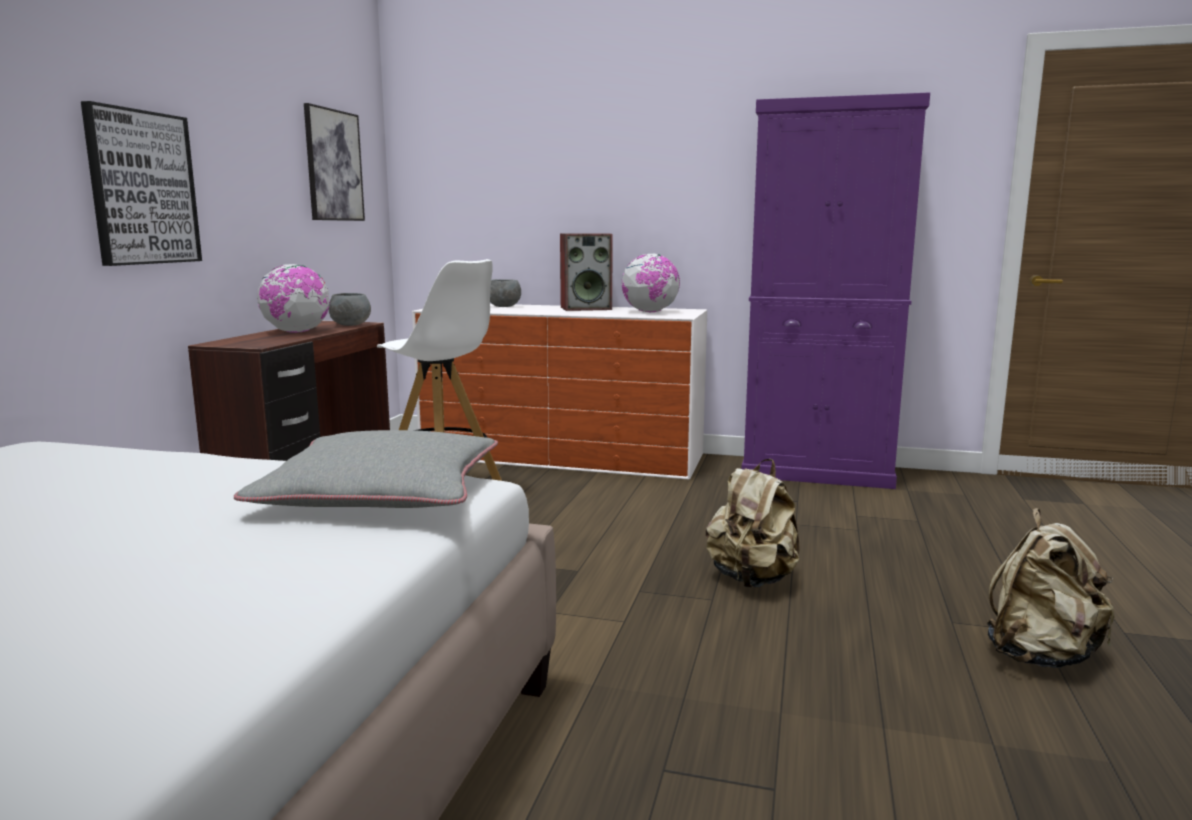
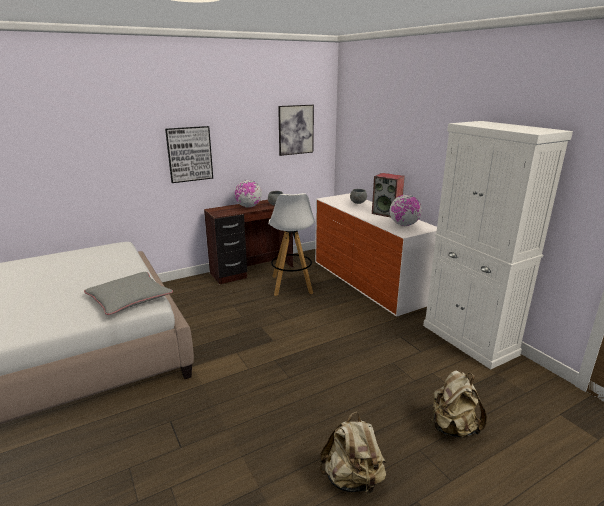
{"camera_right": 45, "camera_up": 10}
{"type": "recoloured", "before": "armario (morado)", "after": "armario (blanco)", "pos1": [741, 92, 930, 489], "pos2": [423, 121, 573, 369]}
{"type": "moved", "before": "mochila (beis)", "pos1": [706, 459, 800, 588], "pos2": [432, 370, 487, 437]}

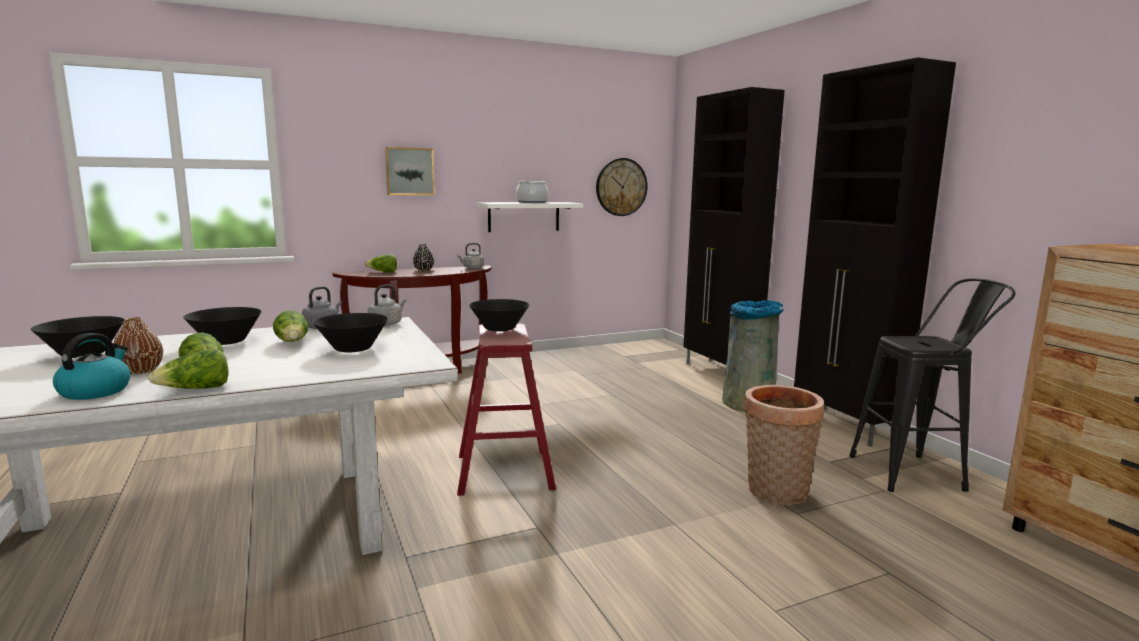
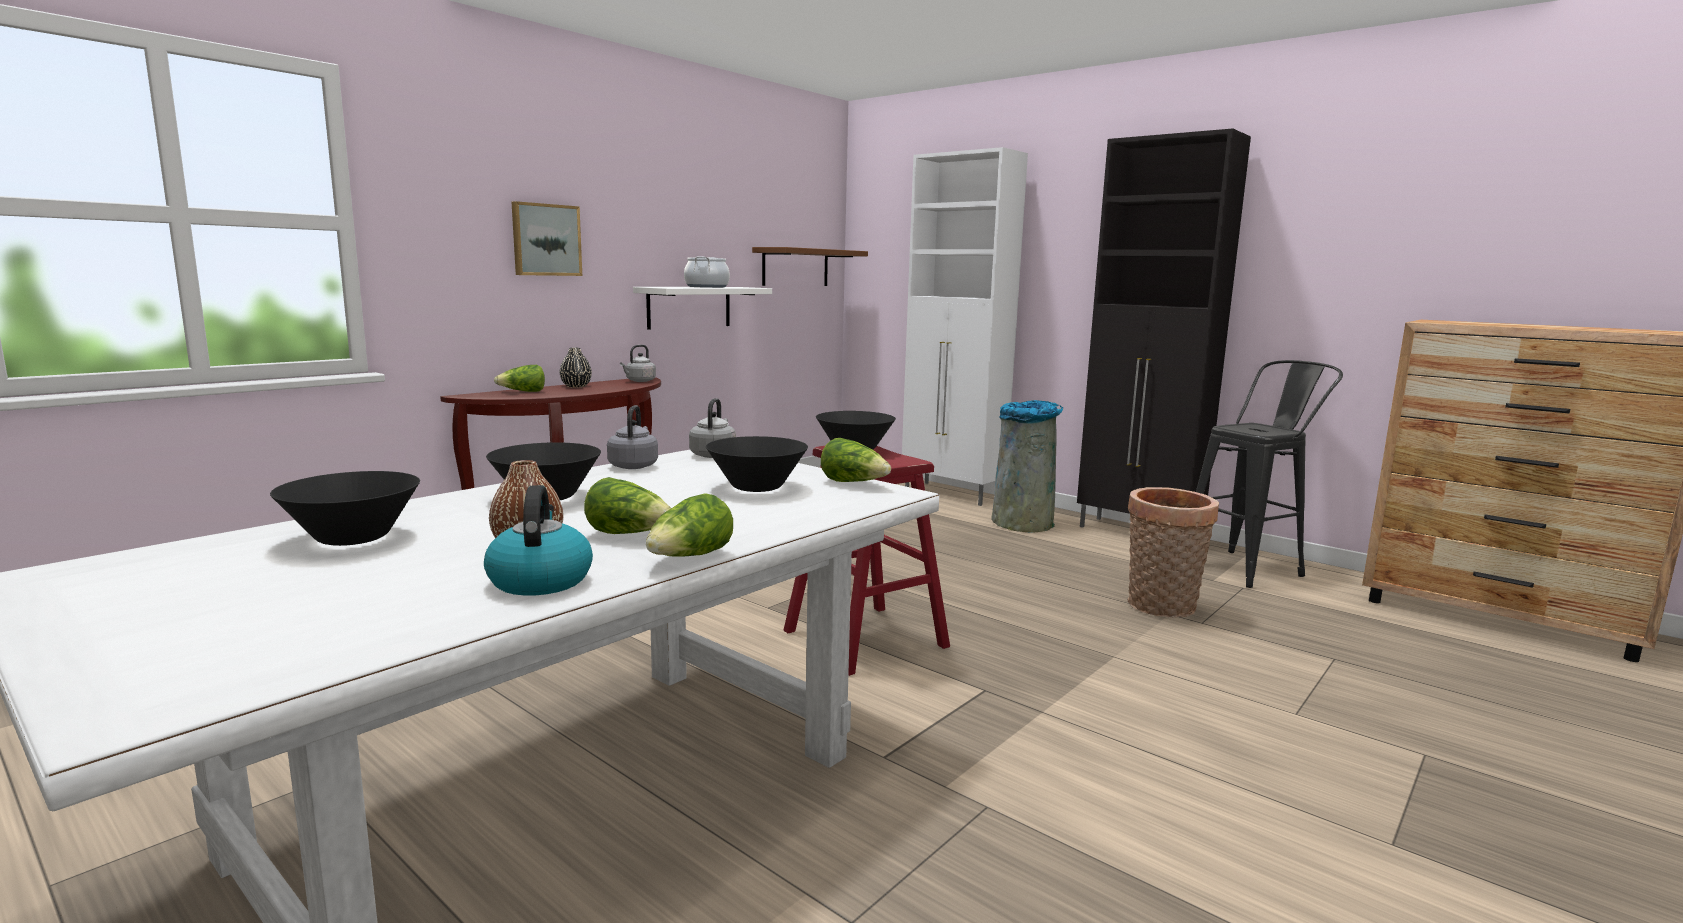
{"camera_right": -25, "camera_up": 0}
{"type": "recoloured", "before": "armario (negro)", "after": "armario (blanco)", "pos1": [683, 87, 785, 365], "pos2": [902, 147, 1028, 506]}
{"type": "replaced", "before": "reloj de pared", "after": "estante (marrón)", "pos1": [596, 158, 648, 216], "pos2": [752, 247, 868, 286]}
{"type": "moved", "before": "lechuga", "pos1": [273, 310, 308, 342], "pos2": [821, 438, 891, 482]}

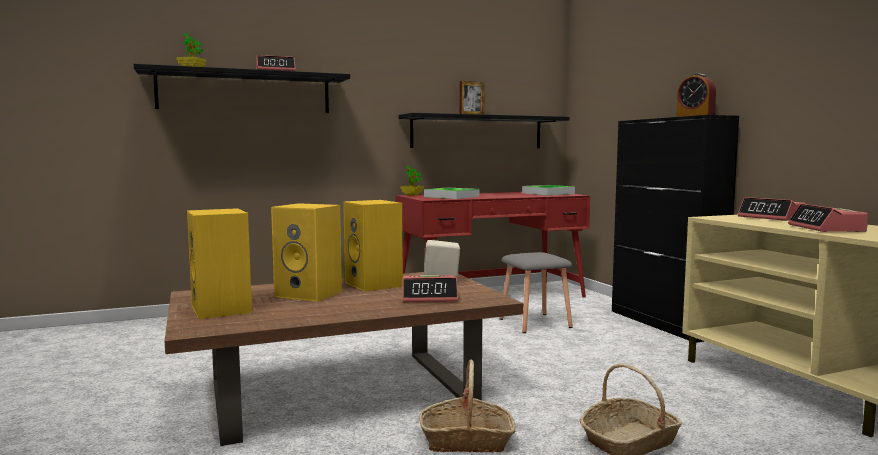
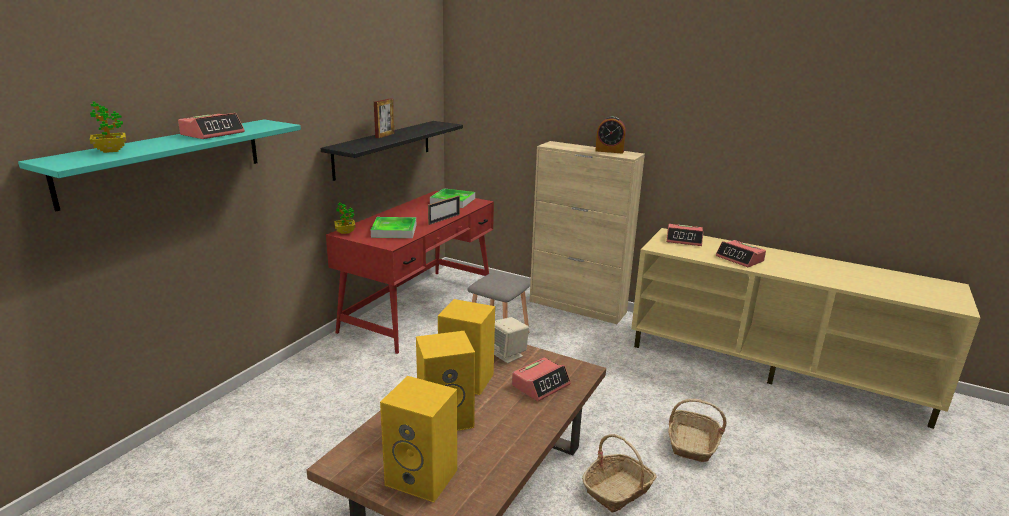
{"camera_right": -40, "camera_up": 15}
{"type": "recoloured", "before": "estante (negro)", "after": "estante (turquesa)", "pos1": [134, 64, 350, 113], "pos2": [18, 120, 301, 211]}
{"type": "recoloured", "before": "armario (negro)", "after": "armario (beis)", "pos1": [612, 115, 739, 343], "pos2": [530, 141, 645, 324]}
{"type": "added", "after": "portarretratos", "pos2": [428, 196, 460, 225]}

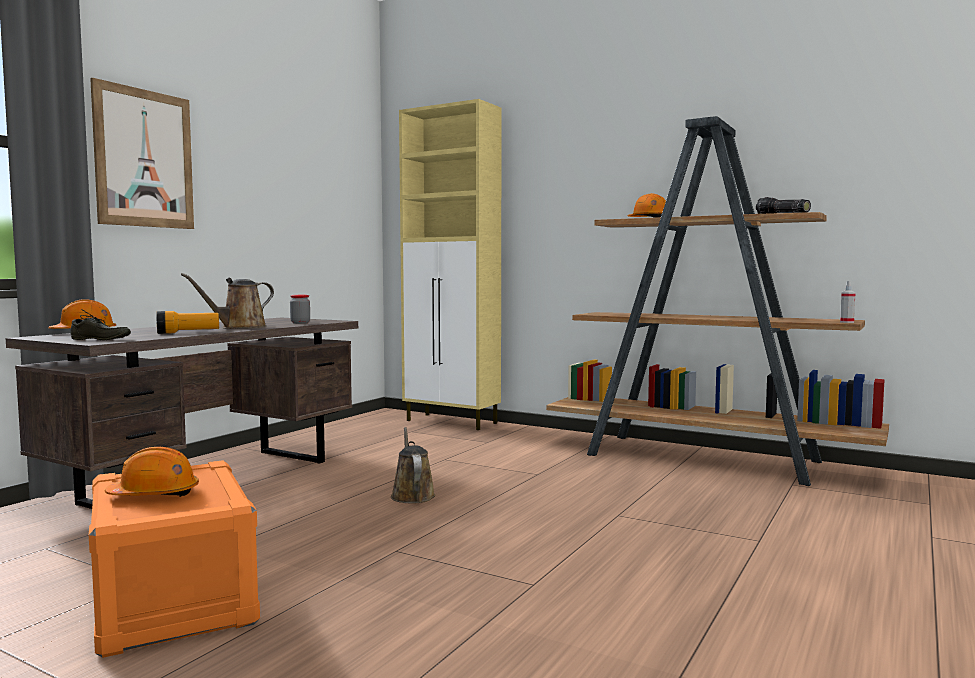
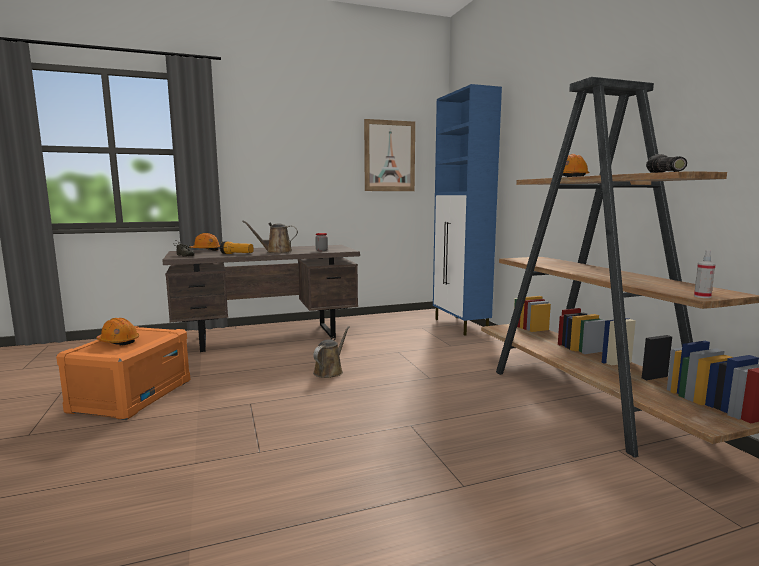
{"camera_right": 40, "camera_up": 5}
{"type": "moved", "before": "cuadro", "pos1": [90, 78, 194, 229], "pos2": [364, 119, 415, 191]}
{"type": "recoloured", "before": "armario (beis)", "after": "armario (azul)", "pos1": [399, 99, 502, 430], "pos2": [433, 84, 502, 336]}

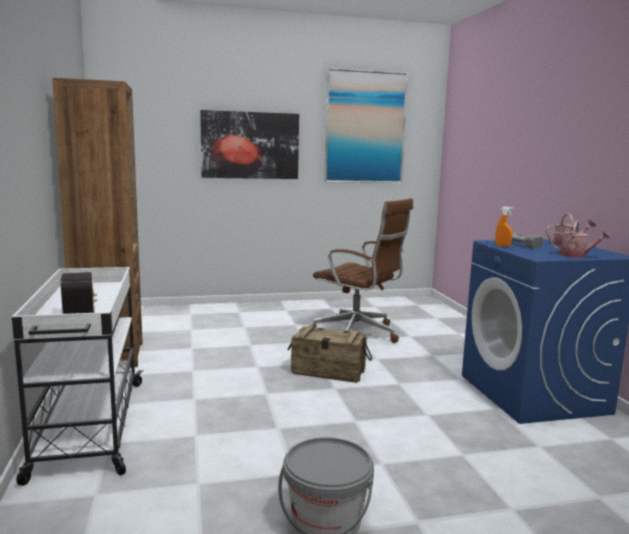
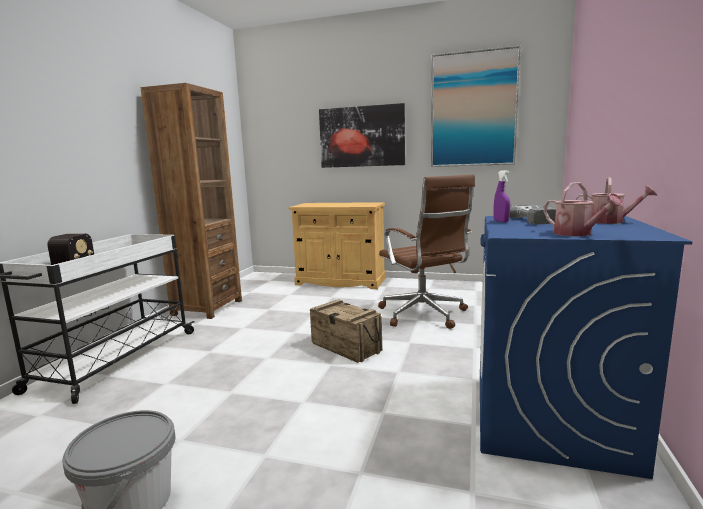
{"camera_right": 30, "camera_up": 0}
{"type": "recoloured", "before": "pulverizador (naranja)", "after": "pulverizador (morado)", "pos1": [495, 207, 513, 247], "pos2": [493, 170, 510, 222]}
{"type": "added", "after": "armario (beis)", "pos2": [288, 202, 386, 289]}

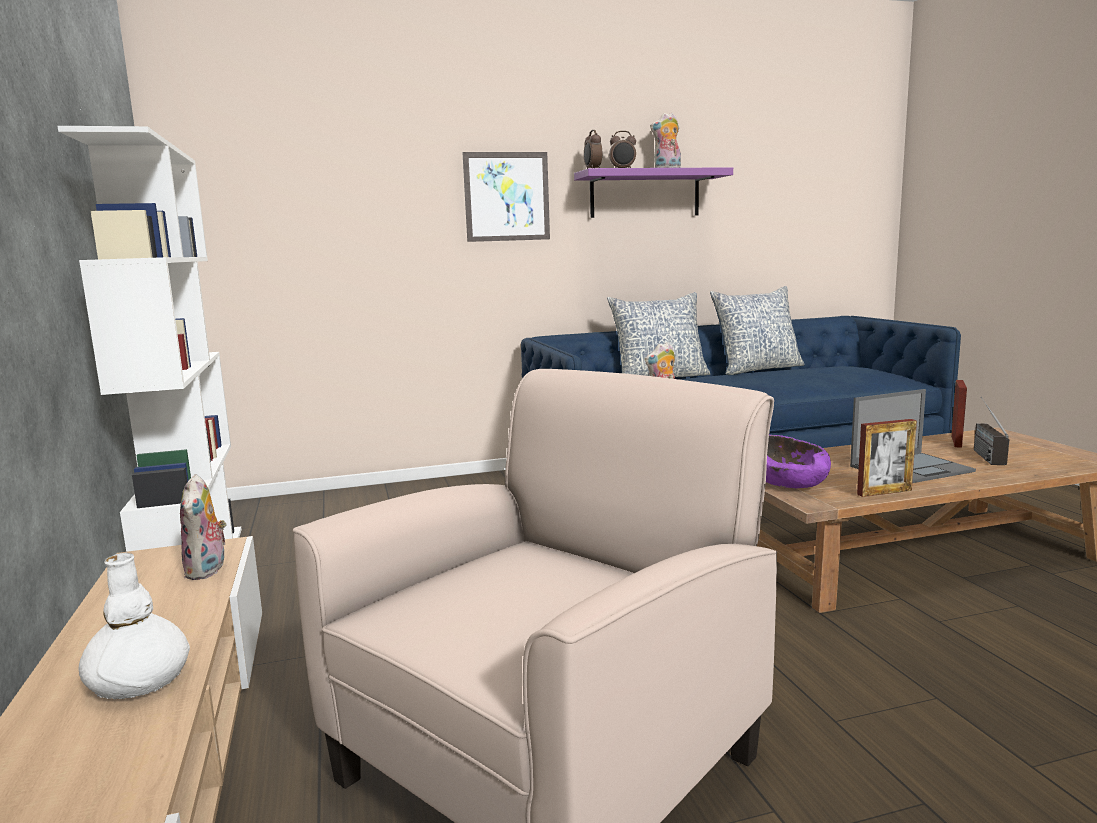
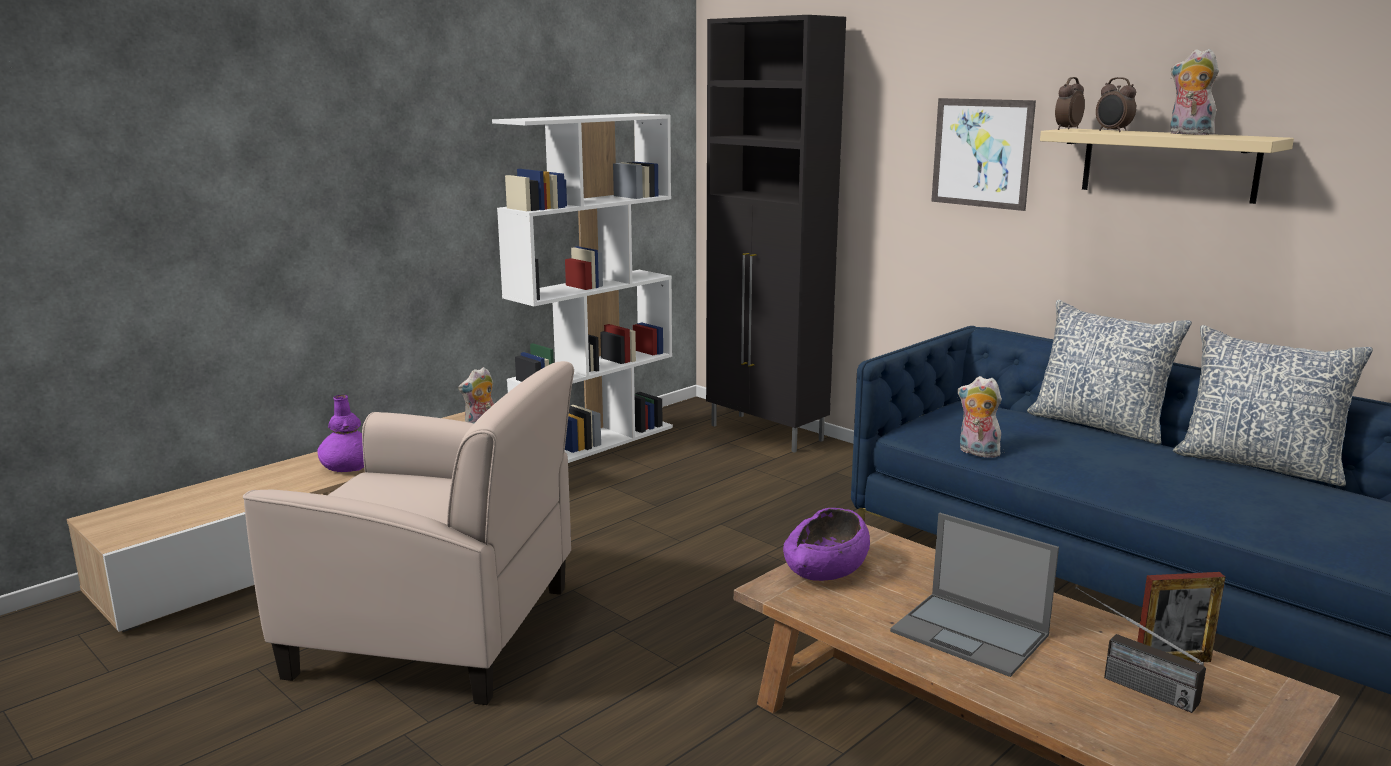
{"camera_right": 60, "camera_up": 5}
{"type": "recoloured", "before": "estante (morado)", "after": "estante (beis)", "pos1": [574, 167, 733, 218], "pos2": [1040, 128, 1294, 204]}
{"type": "turned", "before": "radio", "pos1": [974, 397, 1009, 465], "pos2": [1076, 587, 1206, 713], "turn": -120}
{"type": "removed", "before": "portarretratos", "pos1": [857, 419, 917, 497]}
{"type": "recoloured", "before": "florero (blanco)", "after": "florero (morado)", "pos1": [79, 553, 190, 699], "pos2": [318, 395, 364, 472]}
{"type": "added", "after": "armario (negro)", "pos2": [706, 15, 846, 453]}

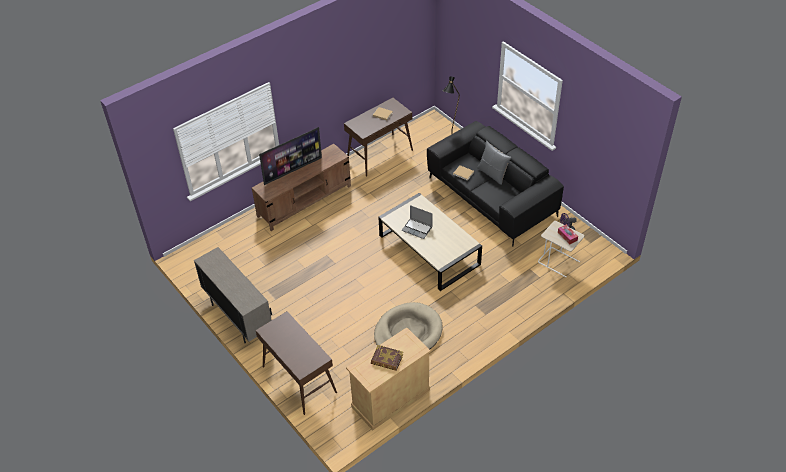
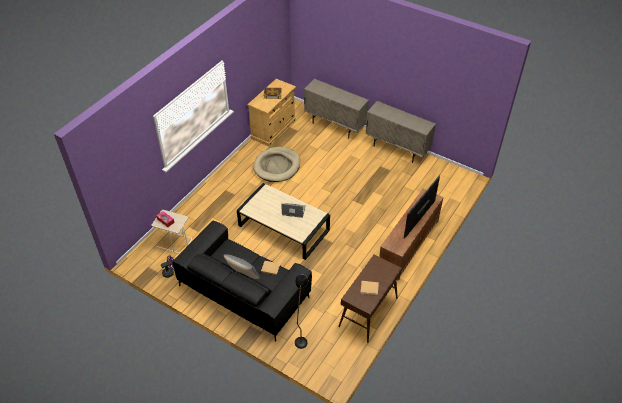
{"camera_right": 160, "camera_up": 0}
{"type": "replaced", "before": "mesa consola (marrón)", "after": "armario (beis)", "pos1": [256, 311, 337, 415], "pos2": [304, 79, 369, 139]}

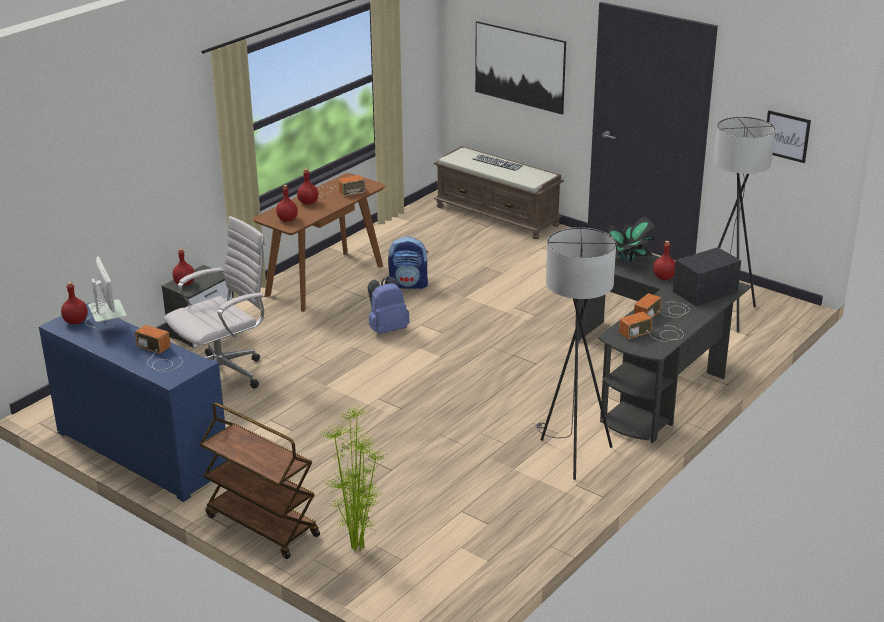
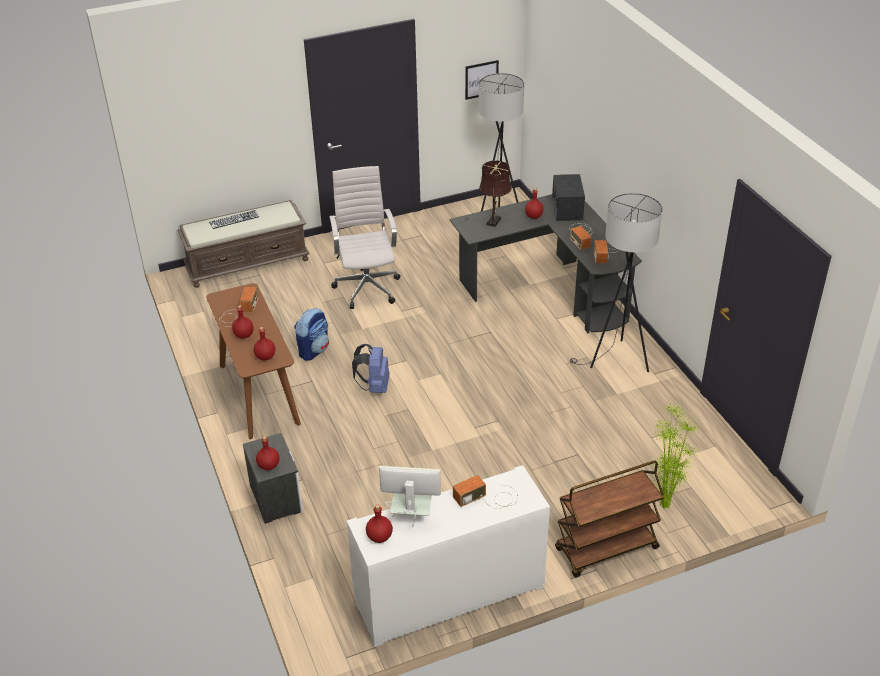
{"camera_right": -60, "camera_up": 10}
{"type": "removed", "before": "cuadro", "pos1": [475, 21, 566, 114]}
{"type": "moved", "before": "silla de oficina (blanco)", "pos1": [164, 216, 266, 389], "pos2": [329, 166, 400, 309]}
{"type": "replaced", "before": "planta en maceta", "after": "lámpara de mesa (marrón)", "pos1": [608, 216, 656, 262], "pos2": [479, 160, 512, 227]}
{"type": "recoloured", "before": "armario (azul)", "after": "armario (blanco)", "pos1": [39, 303, 227, 502], "pos2": [347, 465, 550, 647]}

